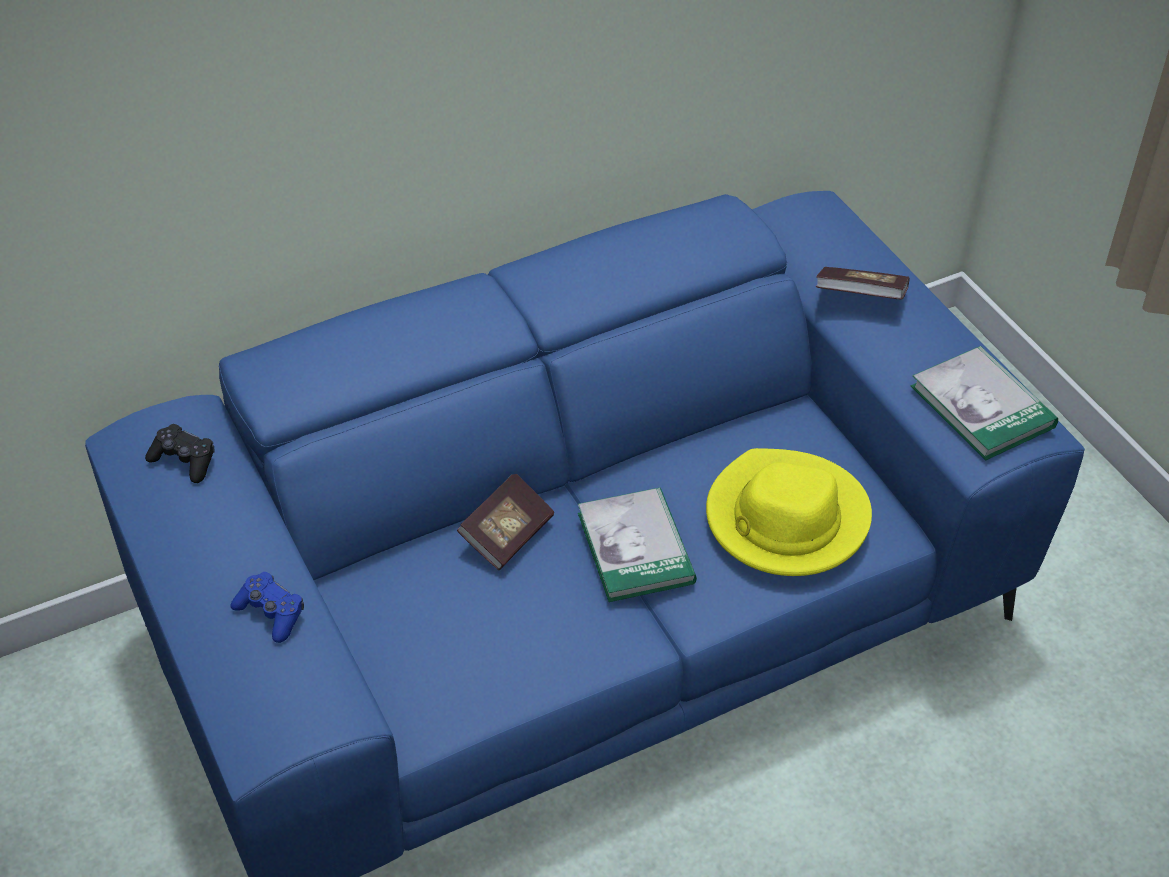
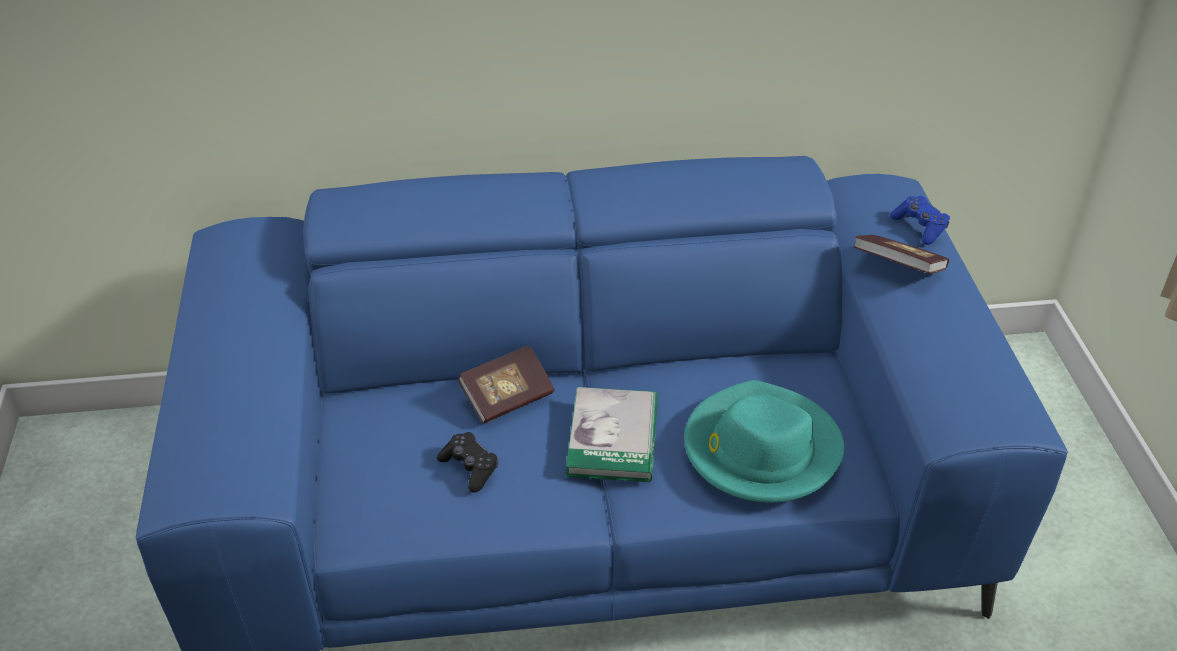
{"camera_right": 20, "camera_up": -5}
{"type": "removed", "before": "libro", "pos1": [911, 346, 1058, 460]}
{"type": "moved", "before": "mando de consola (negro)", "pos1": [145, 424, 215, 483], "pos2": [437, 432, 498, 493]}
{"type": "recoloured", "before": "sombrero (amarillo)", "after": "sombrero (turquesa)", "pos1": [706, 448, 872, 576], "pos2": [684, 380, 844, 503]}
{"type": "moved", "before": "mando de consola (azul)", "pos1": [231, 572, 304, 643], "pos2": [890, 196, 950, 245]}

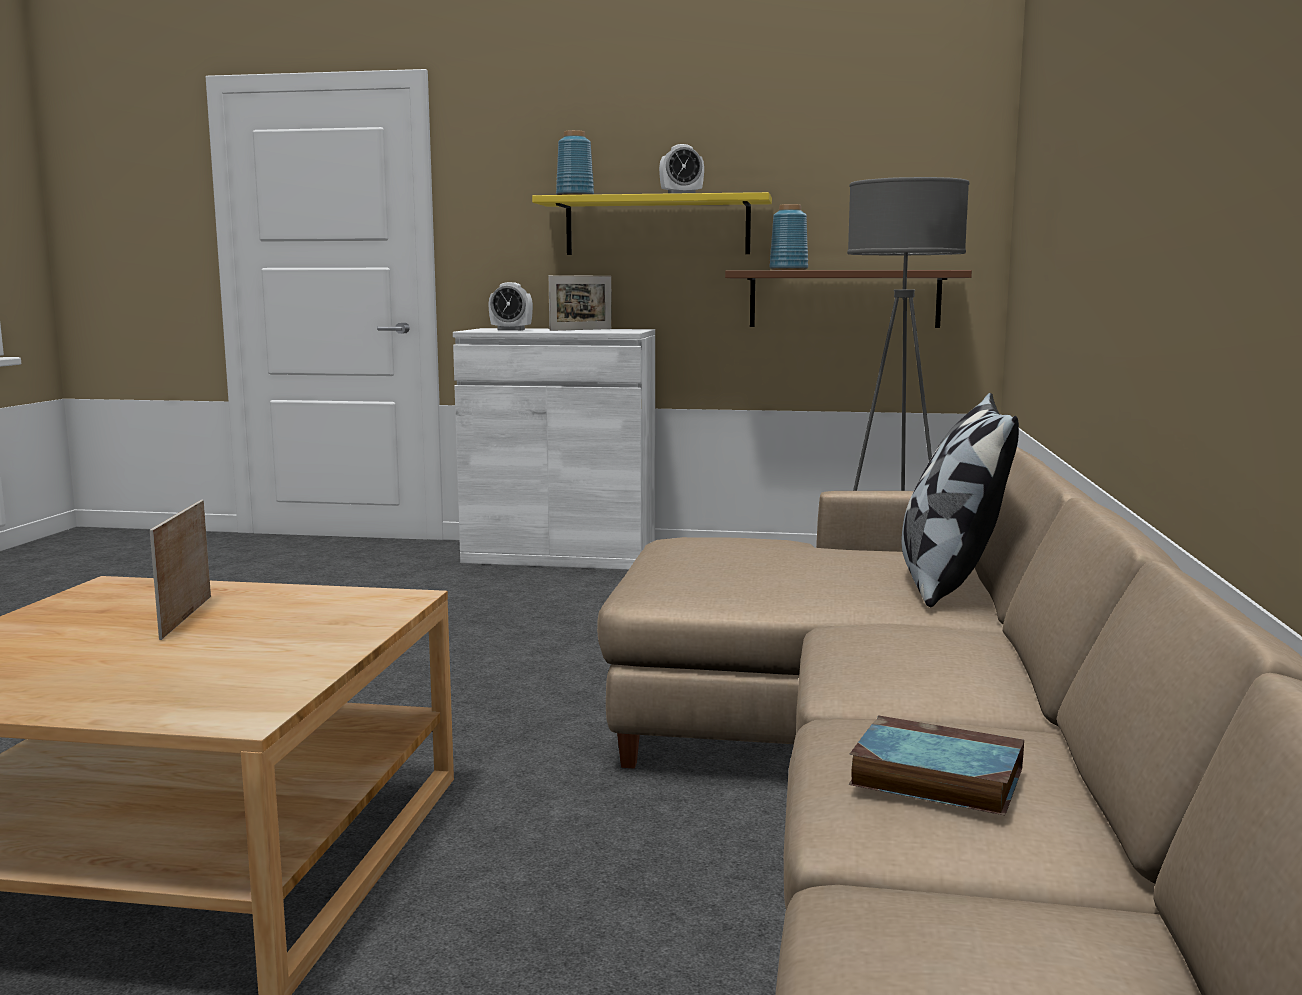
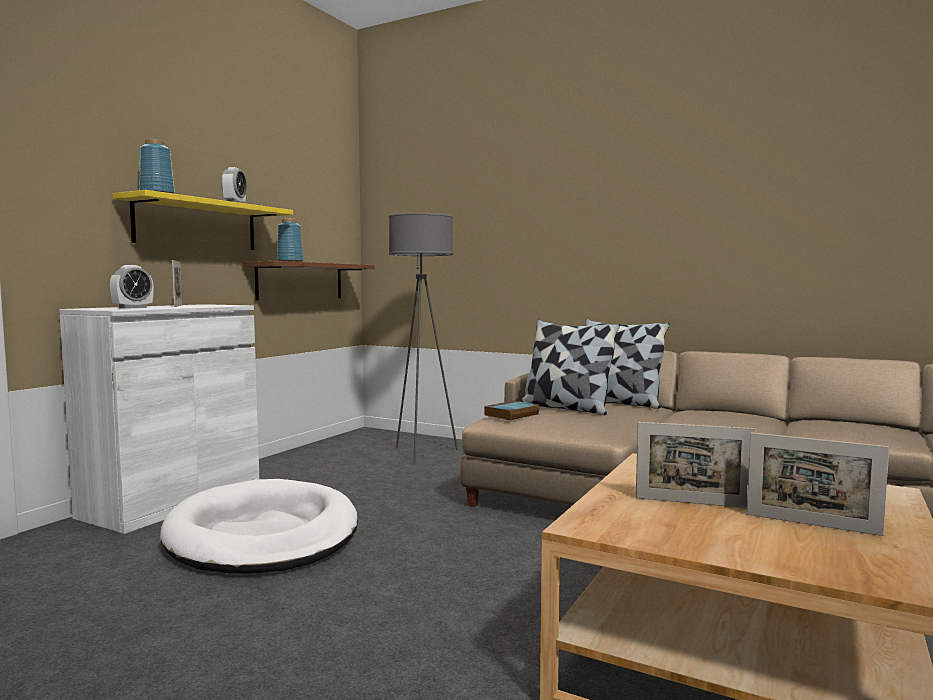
{"camera_right": -70, "camera_up": -5}
{"type": "moved", "before": "libro", "pos1": [848, 715, 1024, 815], "pos2": [484, 400, 539, 421]}
{"type": "added", "after": "cojín", "pos2": [520, 320, 620, 415]}
{"type": "added", "after": "portarretratos", "pos2": [747, 432, 889, 536]}
{"type": "added", "after": "cama para perro (blanco)", "pos2": [160, 479, 358, 574]}

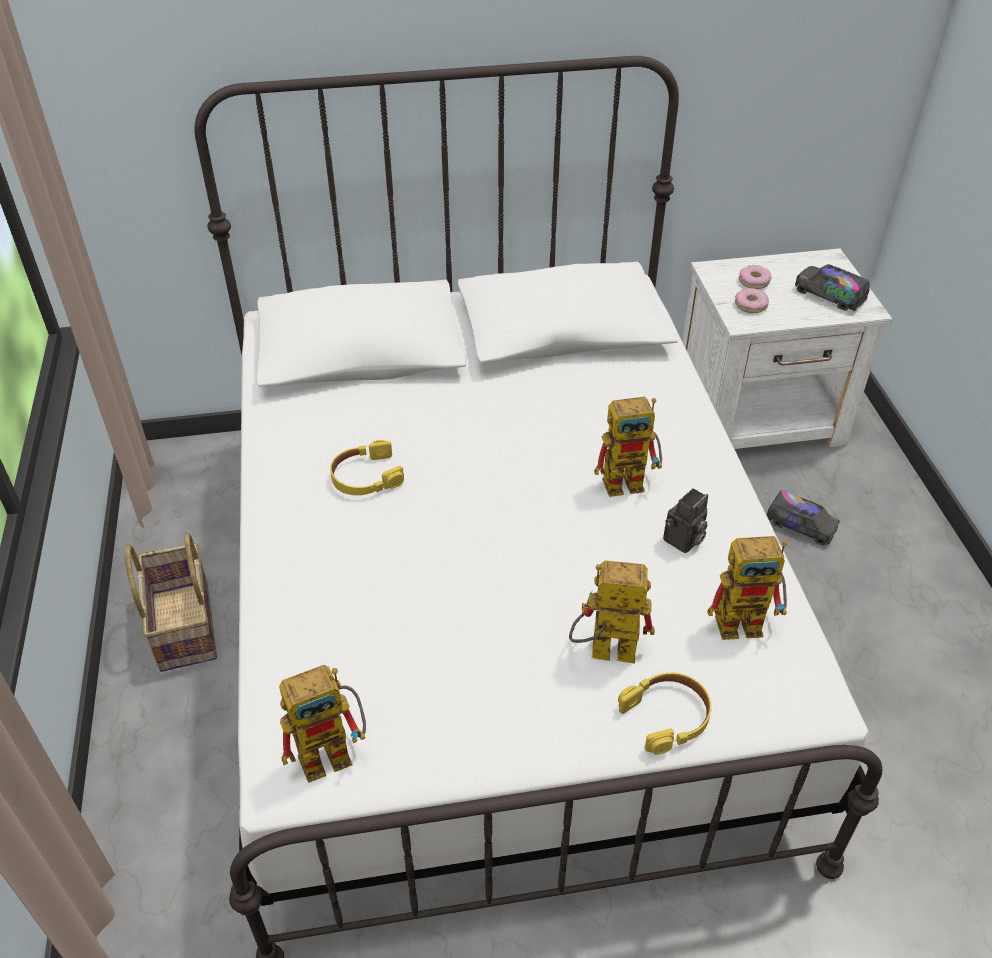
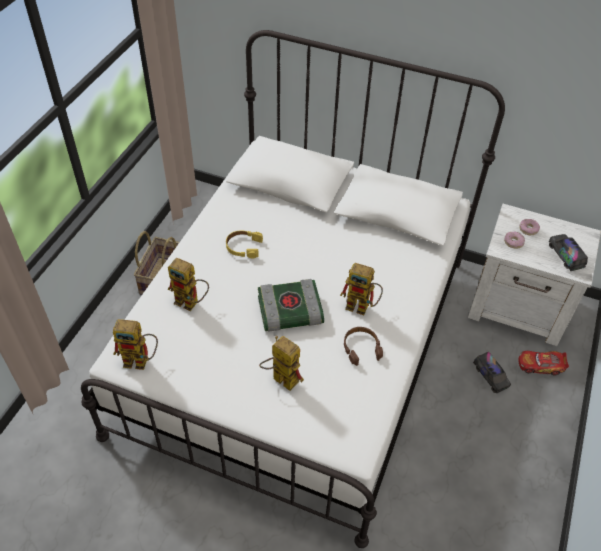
{"camera_right": 30, "camera_up": 5}
{"type": "replaced", "before": "cámara", "after": "auriculares (marrón)", "pos1": [663, 488, 708, 553], "pos2": [344, 327, 383, 366]}
{"type": "moved", "before": "robot de juguete", "pos1": [707, 536, 788, 640], "pos2": [168, 258, 209, 311]}
{"type": "removed", "before": "auriculares (amarillo)", "pos1": [618, 672, 711, 755]}
{"type": "added", "after": "libro", "pos2": [258, 279, 324, 332]}
{"type": "added", "after": "coche de juguete", "pos2": [519, 351, 569, 375]}

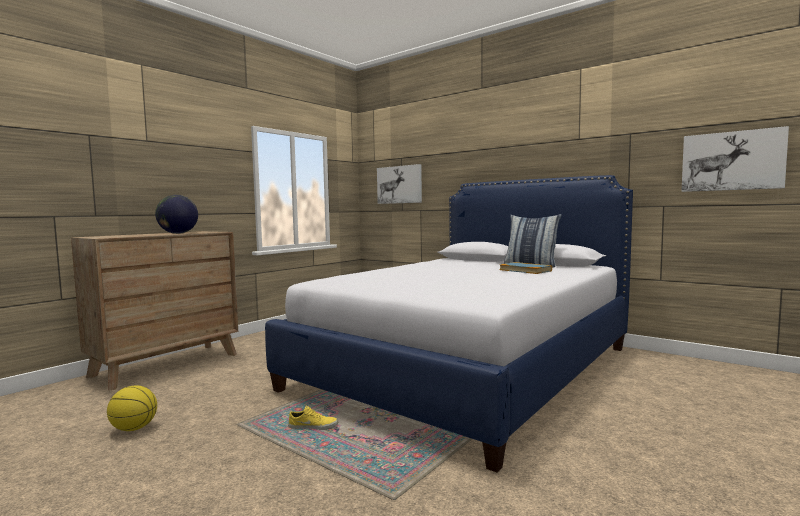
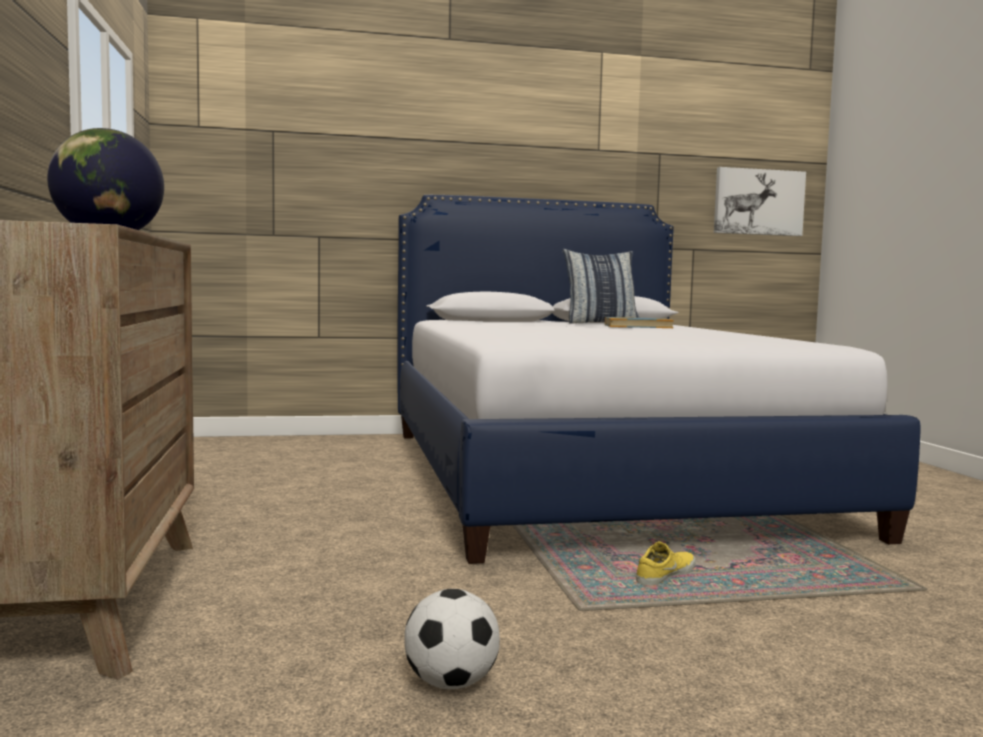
{"camera_right": -50, "camera_up": 0}
{"type": "removed", "before": "cuadro", "pos1": [377, 164, 422, 204]}
{"type": "replaced", "before": "balón de baloncesto", "after": "balón de fútbol", "pos1": [107, 385, 157, 431], "pos2": [404, 589, 500, 689]}

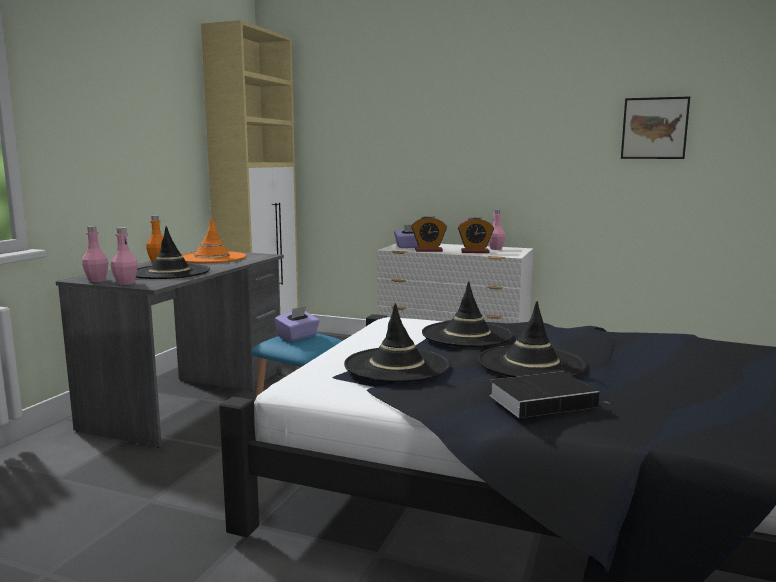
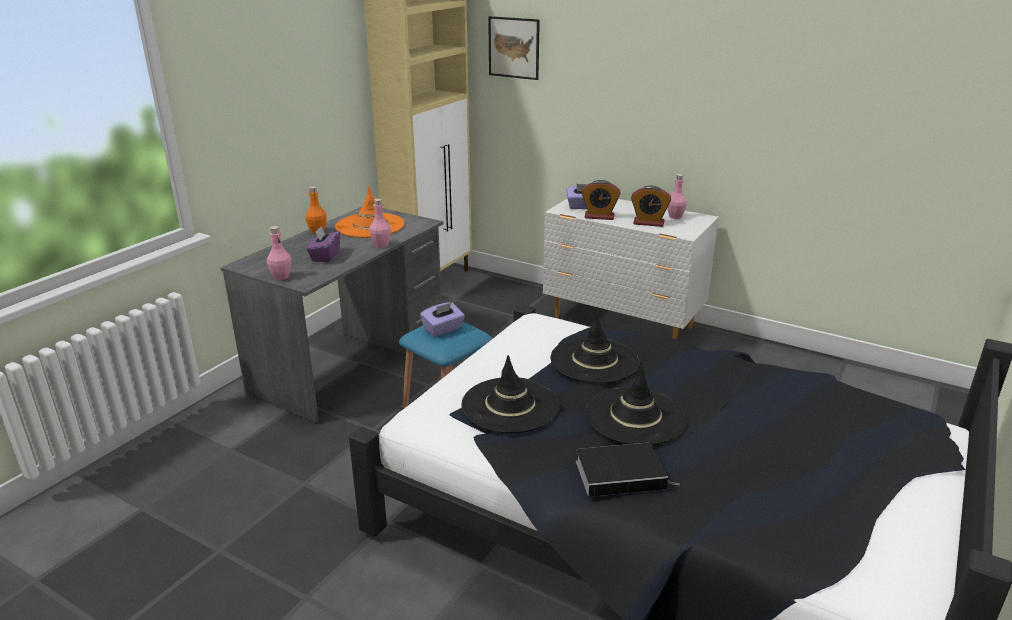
{"camera_right": 10, "camera_up": 15}
{"type": "moved", "before": "cuadro", "pos1": [621, 96, 690, 159], "pos2": [488, 16, 540, 80]}
{"type": "moved", "before": "botella (rosa)", "pos1": [82, 226, 108, 282], "pos2": [369, 199, 391, 248]}
{"type": "replaced", "before": "sombrero (negro)", "after": "caja de pañuelos (morado)", "pos1": [136, 226, 210, 279], "pos2": [307, 226, 340, 262]}

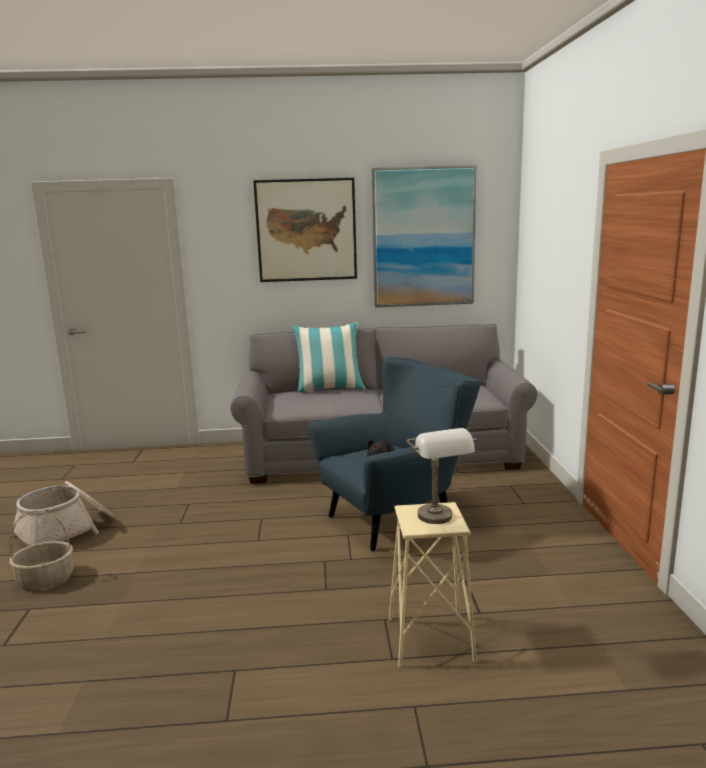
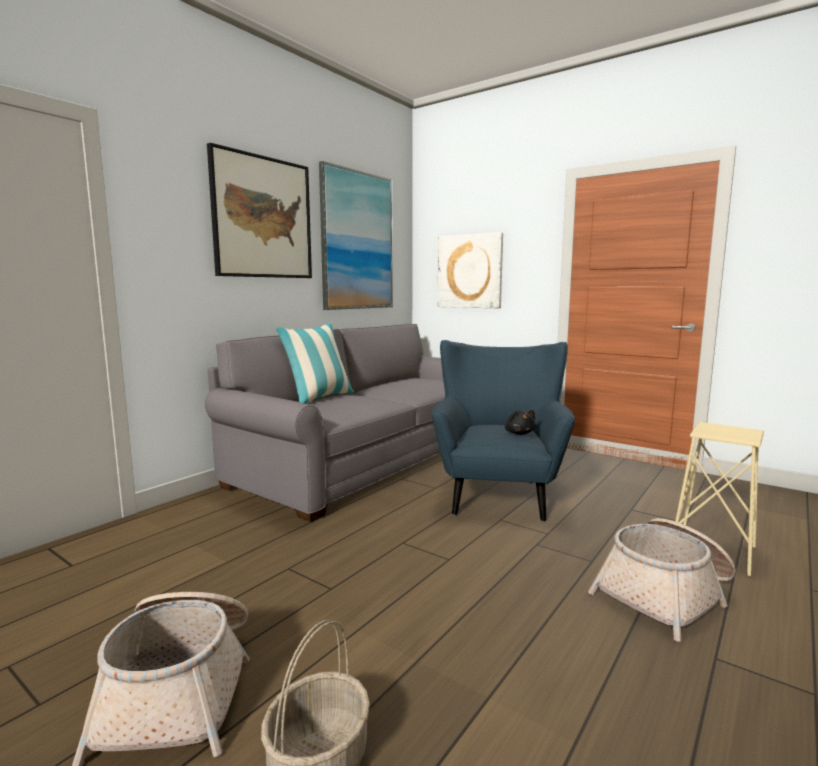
{"camera_right": -50, "camera_up": -5}
{"type": "removed", "before": "lámpara de mesa (gris)", "pos1": [406, 428, 477, 524]}
{"type": "added", "after": "cuadro", "pos2": [438, 232, 503, 309]}
{"type": "added", "after": "cesta", "pos2": [588, 518, 736, 642]}

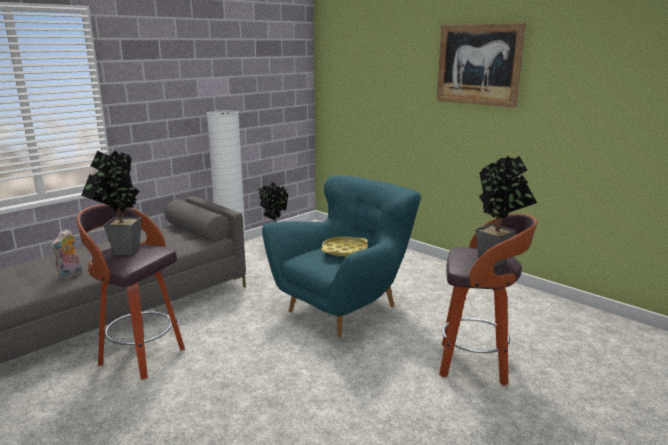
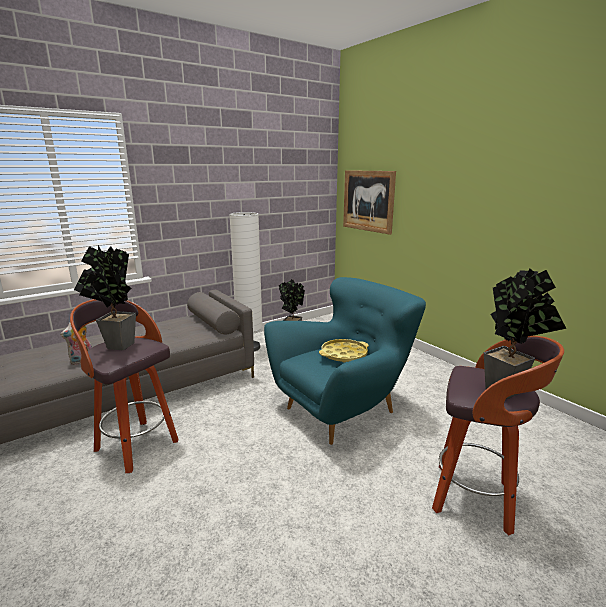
{"camera_right": 10, "camera_up": 0}
{"type": "moved", "before": "cuadro", "pos1": [437, 23, 526, 108], "pos2": [343, 170, 396, 235]}

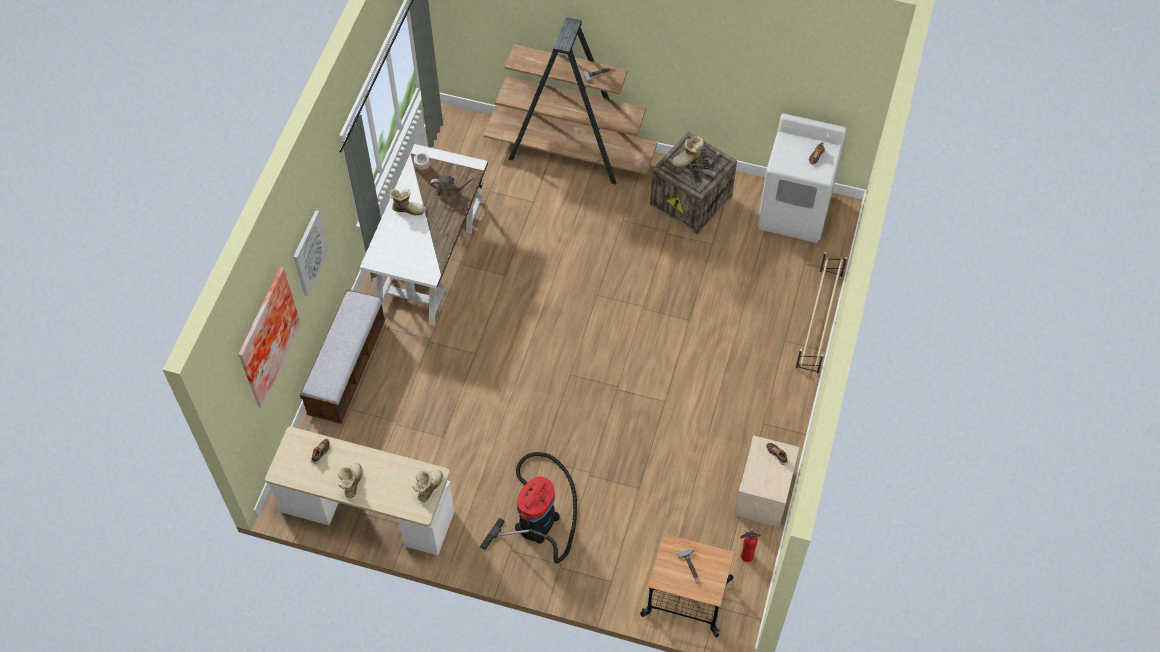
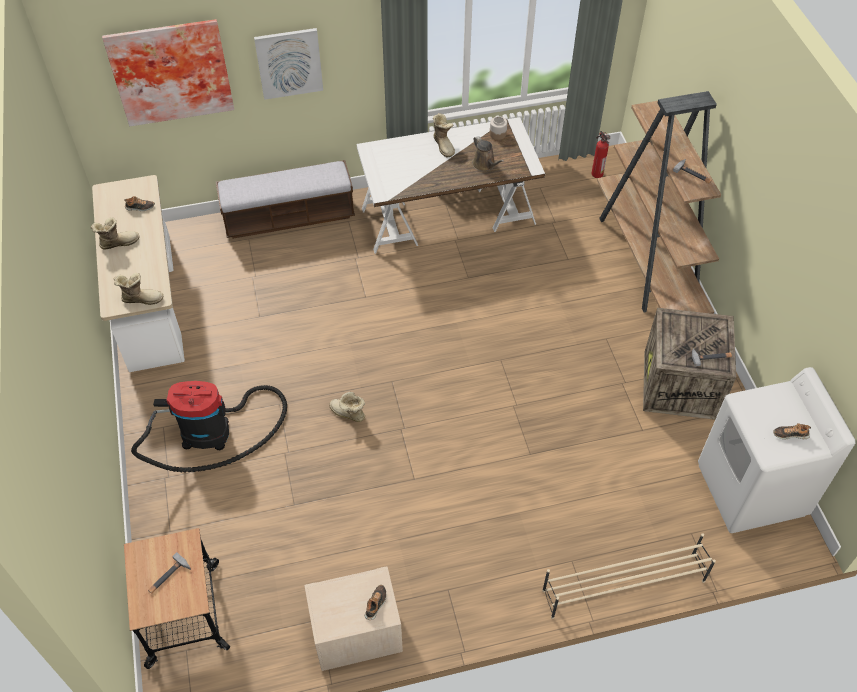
{"camera_right": 60, "camera_up": -5}
{"type": "moved", "before": "bota", "pos1": [671, 136, 704, 167], "pos2": [329, 392, 365, 422]}
{"type": "moved", "before": "extintor", "pos1": [741, 528, 761, 562], "pos2": [591, 131, 610, 178]}

